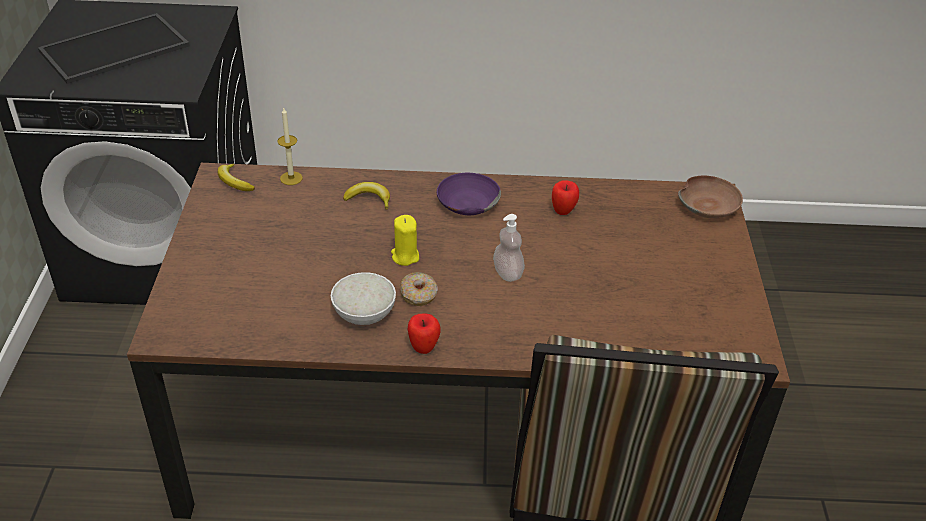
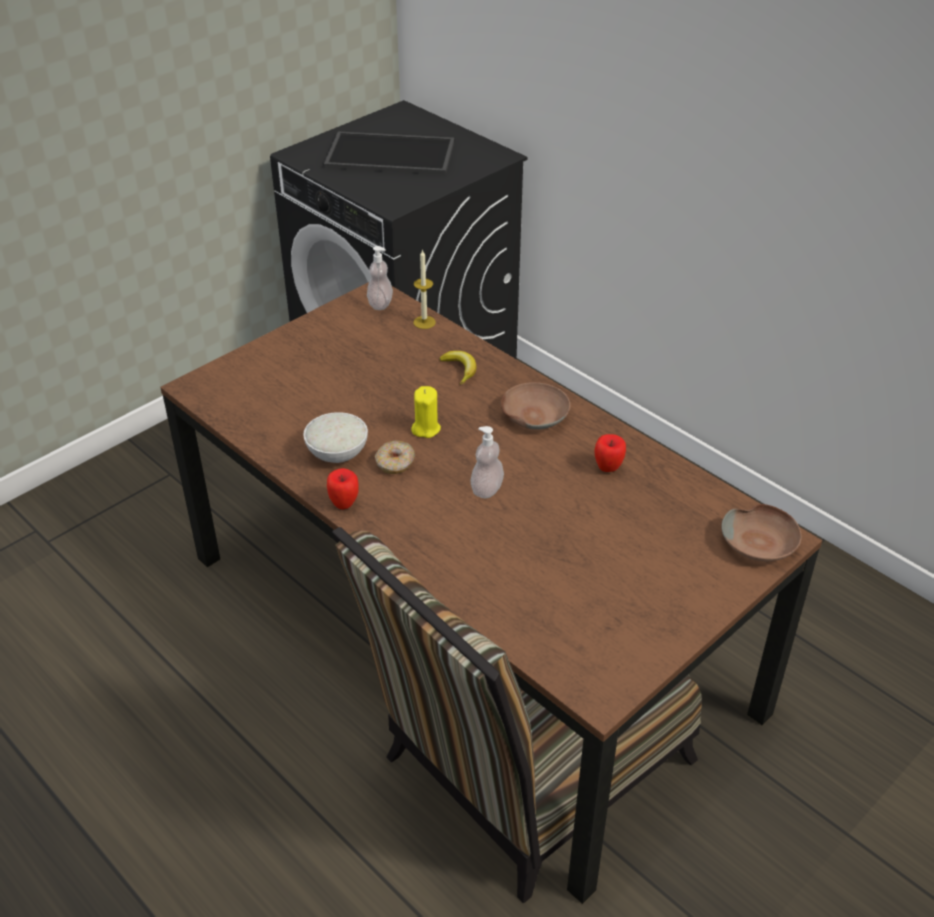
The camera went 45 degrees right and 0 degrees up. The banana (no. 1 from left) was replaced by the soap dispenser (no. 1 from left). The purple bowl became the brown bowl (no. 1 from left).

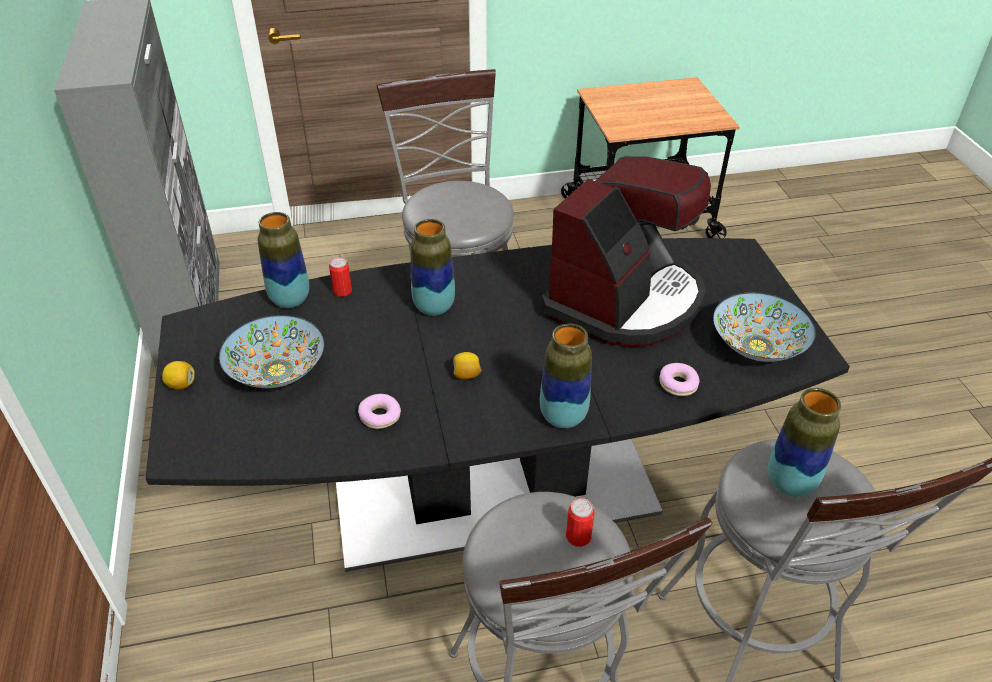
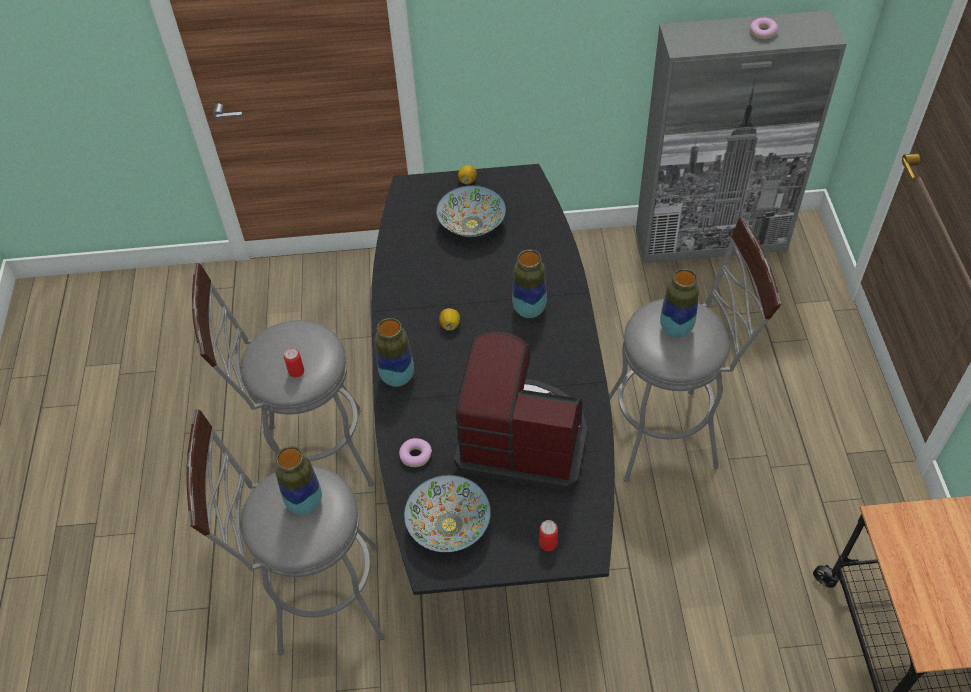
The camera went 100 degrees right and 10 degrees up. The vase (no. 1 from left in the first image) moved. The can (no. 1 from left in the first image) moved. The donut (no. 1 from left in the first image) moved. The coffee machine turned 150 degrees clockwise.

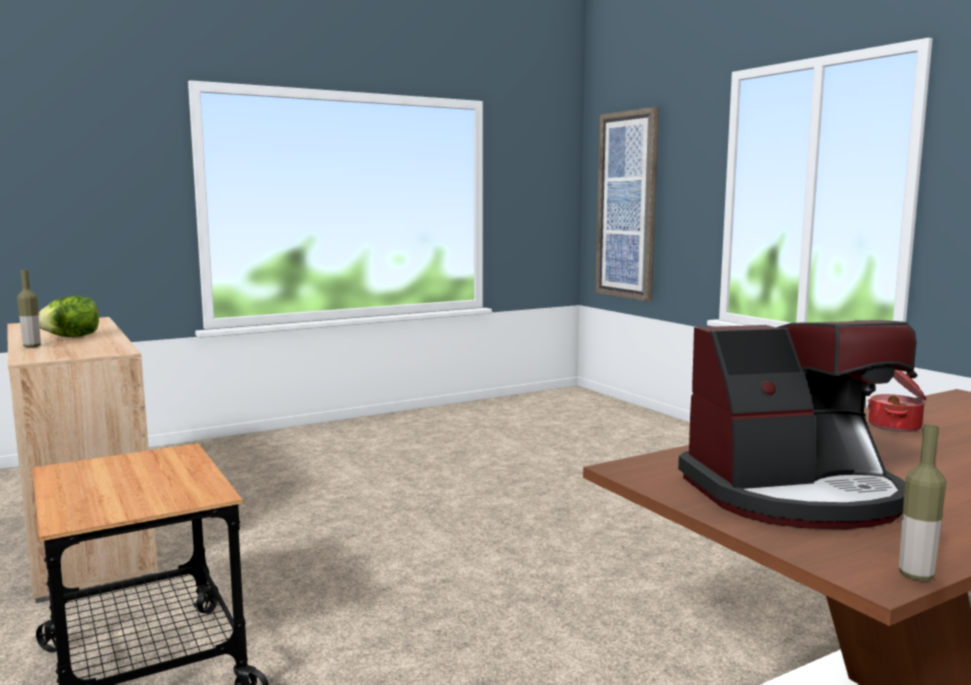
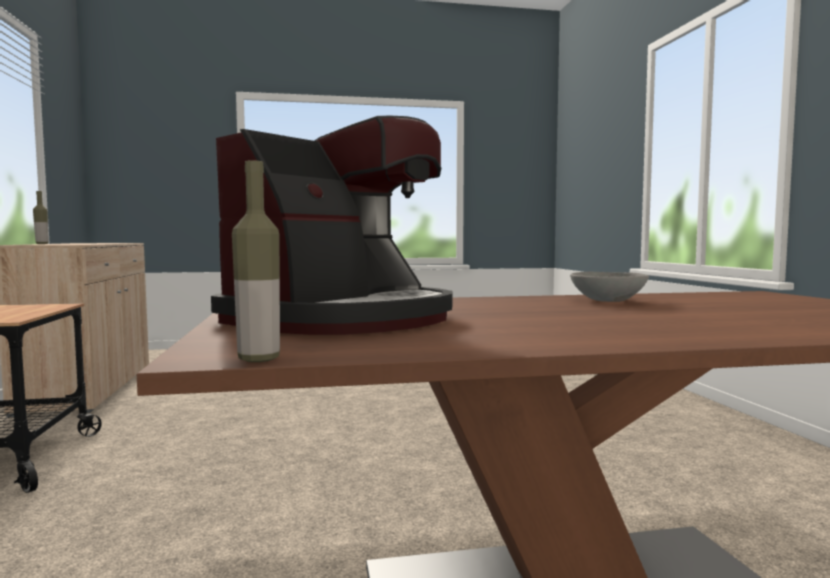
The camera went 20 degrees right and 5 degrees down. The lettuce disappeared. The picture disappeared. The cooking pot was replaced by the grey bowl. The coffee machine turned 60 degrees counterclockwise.

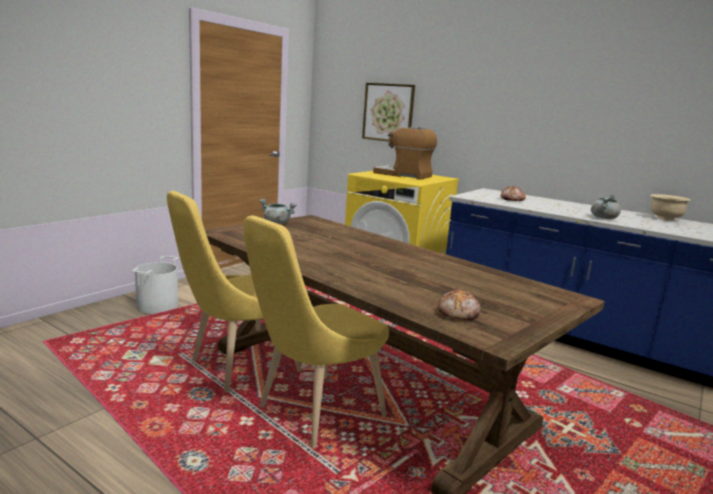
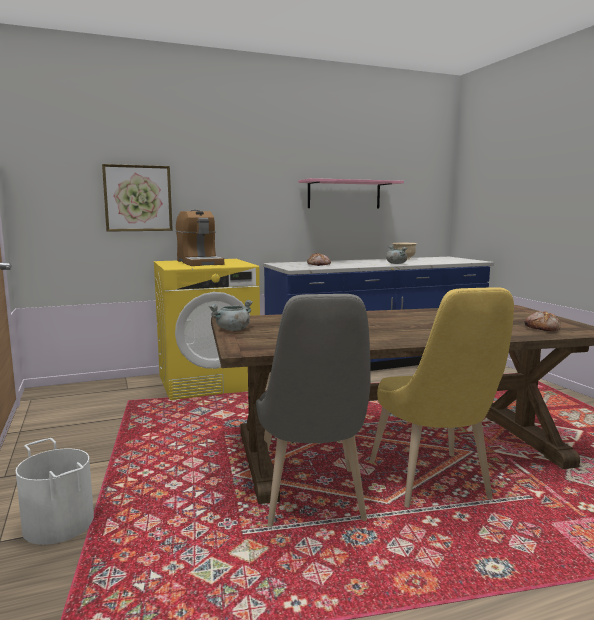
The camera went 55 degrees left and 5 degrees down. The pink shelf appeared. The yellow chair (no. 1 from left) became the grey chair. The coffee machine turned 90 degrees counterclockwise.

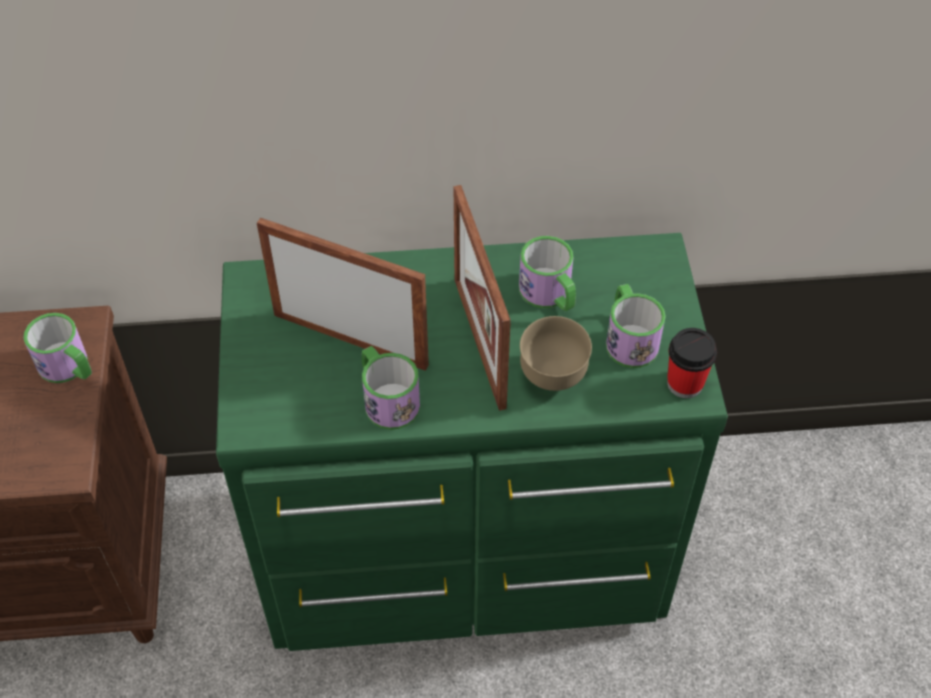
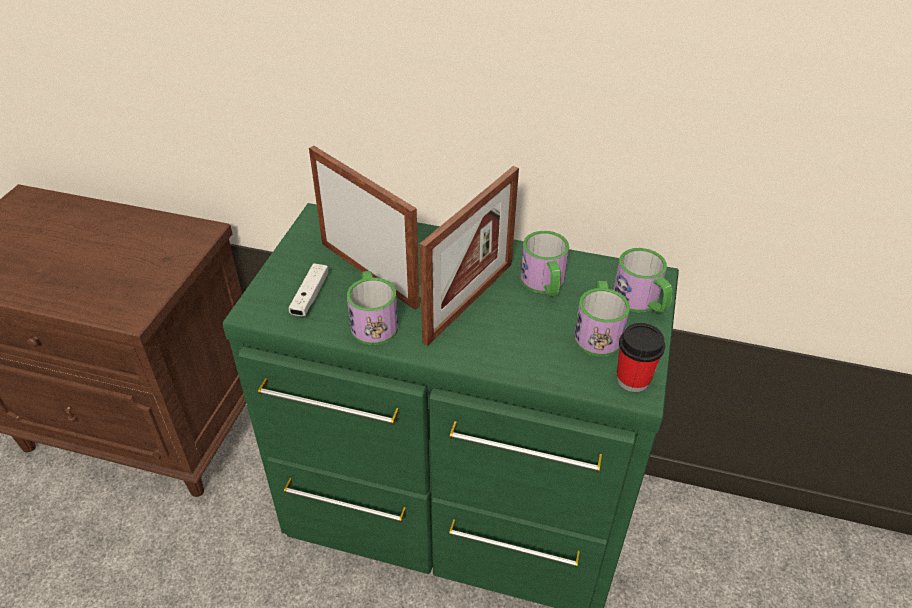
The camera went 20 degrees right and 10 degrees down. The brown bowl disappeared. The white game controller appeared. The mug (no. 1 from left in the first image) moved. The picture frame (no. 2 from left) turned 150 degrees counterclockwise.

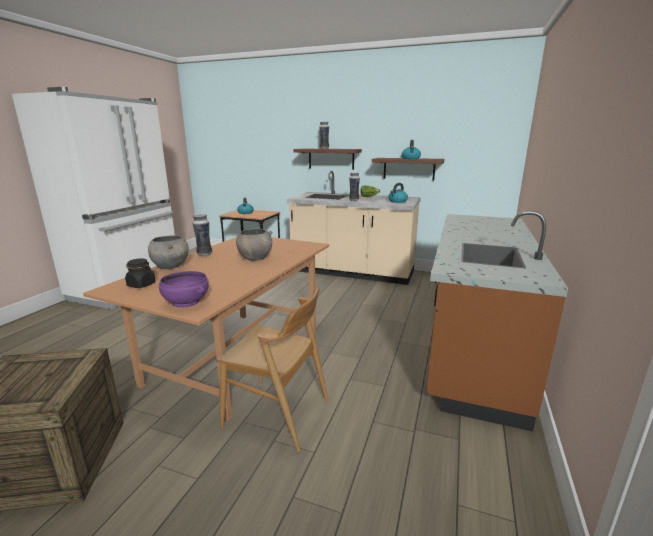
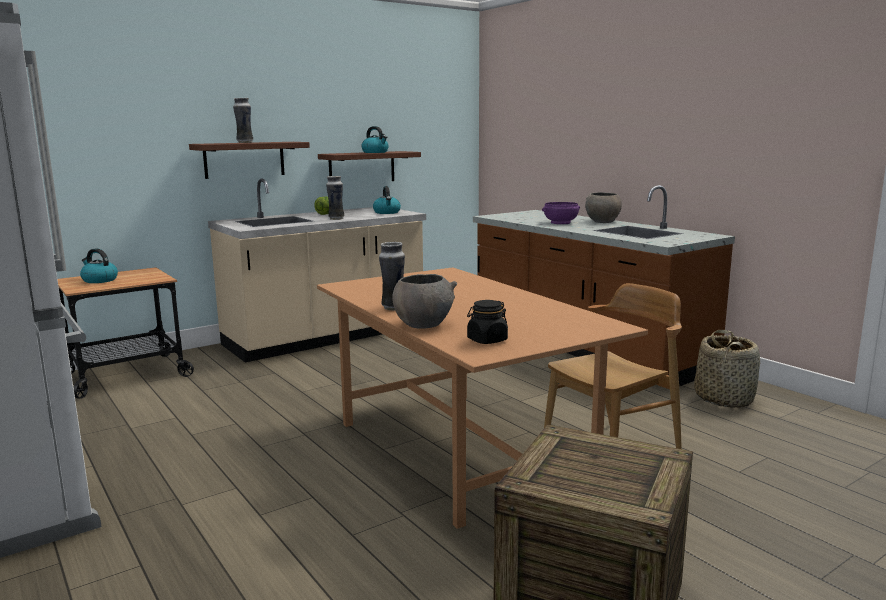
The camera went 55 degrees left and 5 degrees down. The basket appeared. The purple bowl moved. The grey bowl (no. 2 from left) moved.

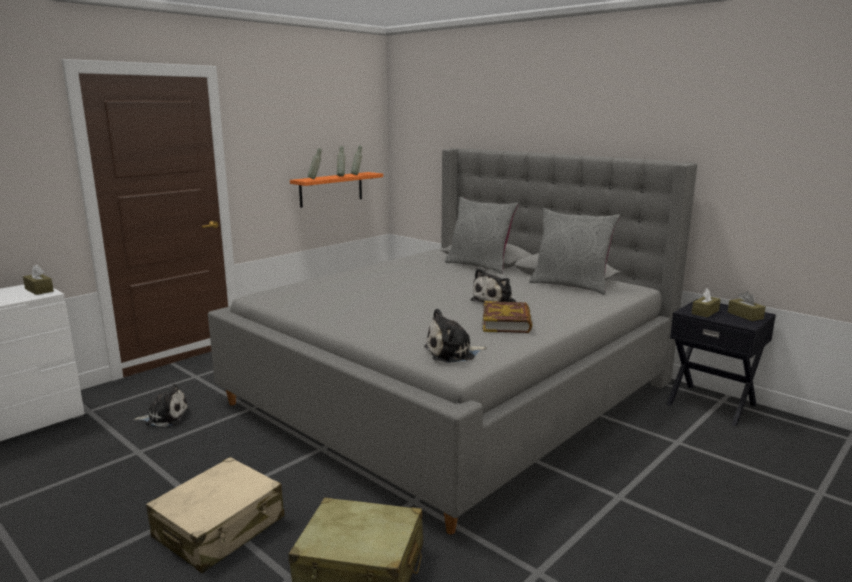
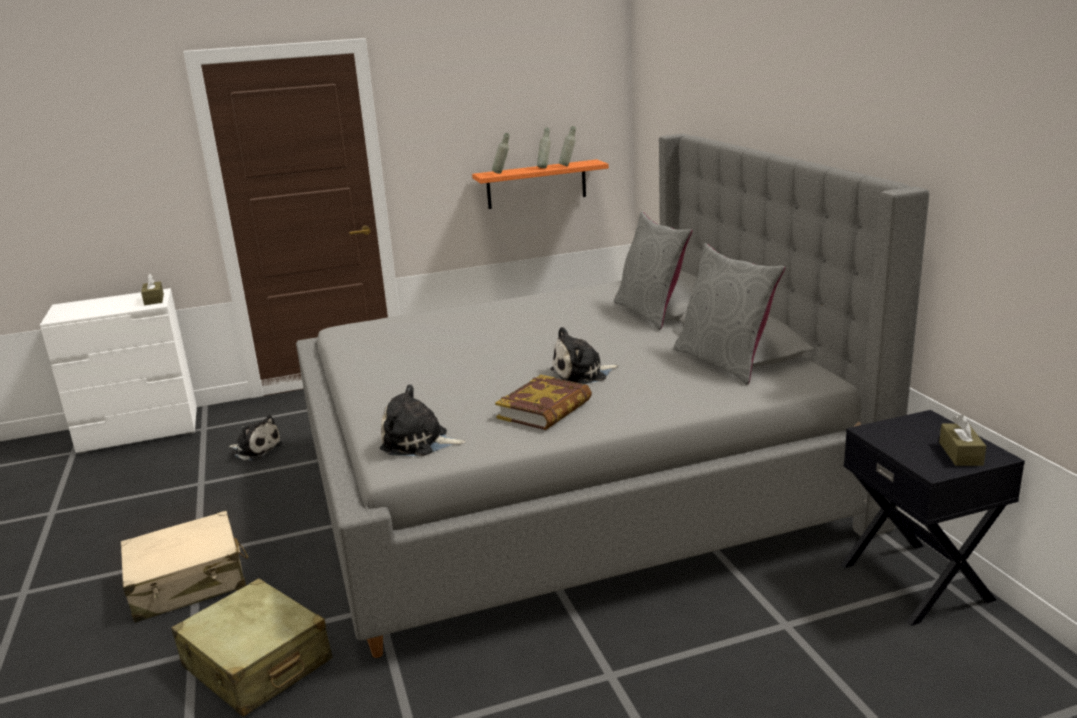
The camera went 30 degrees right and 5 degrees up. The brown tissue box (no. 2 from left) disappeared.

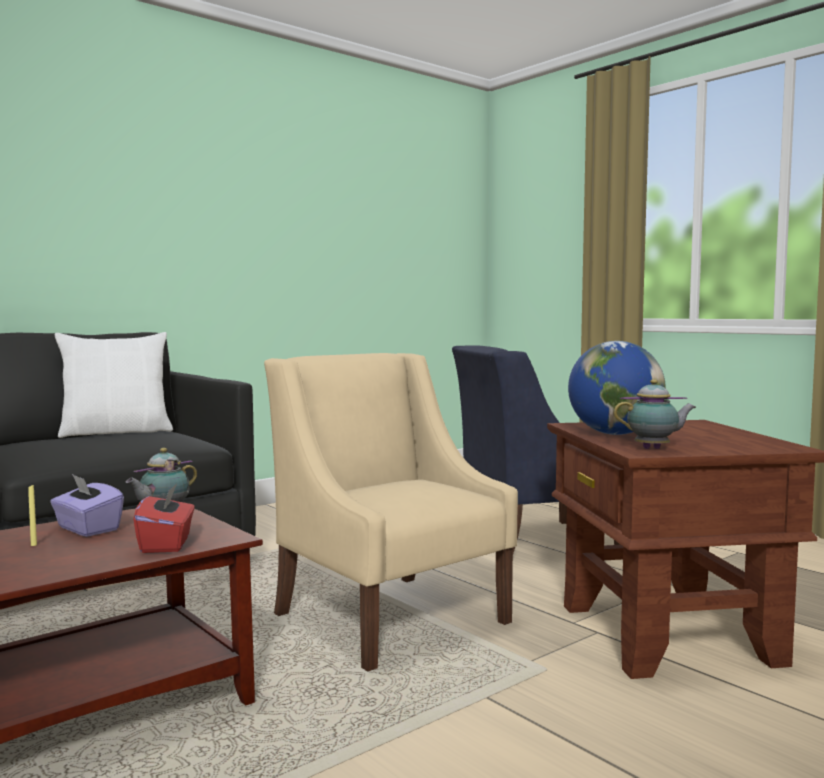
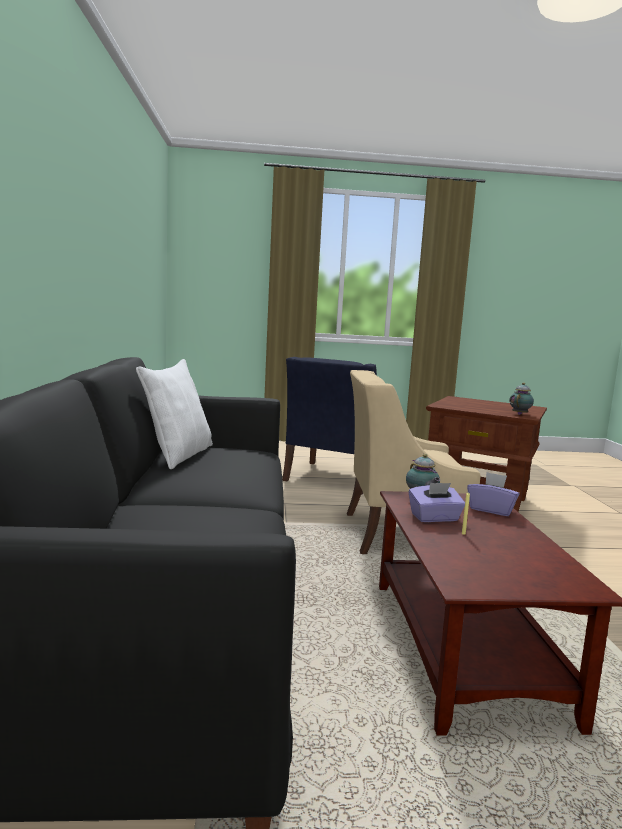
The camera went 55 degrees left and 5 degrees up. The globe disappeared. The red tissue box became the purple tissue box (no. 2 from left).

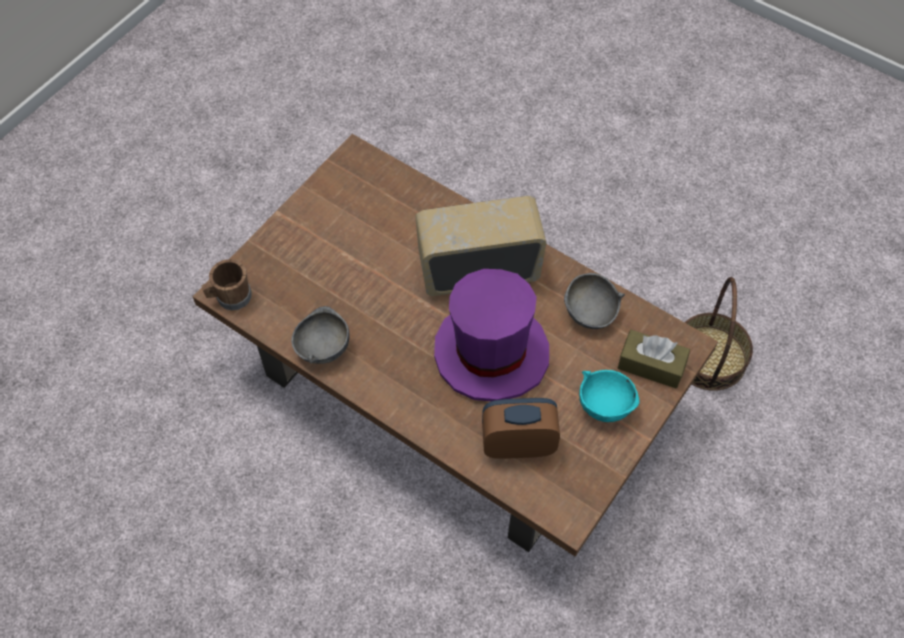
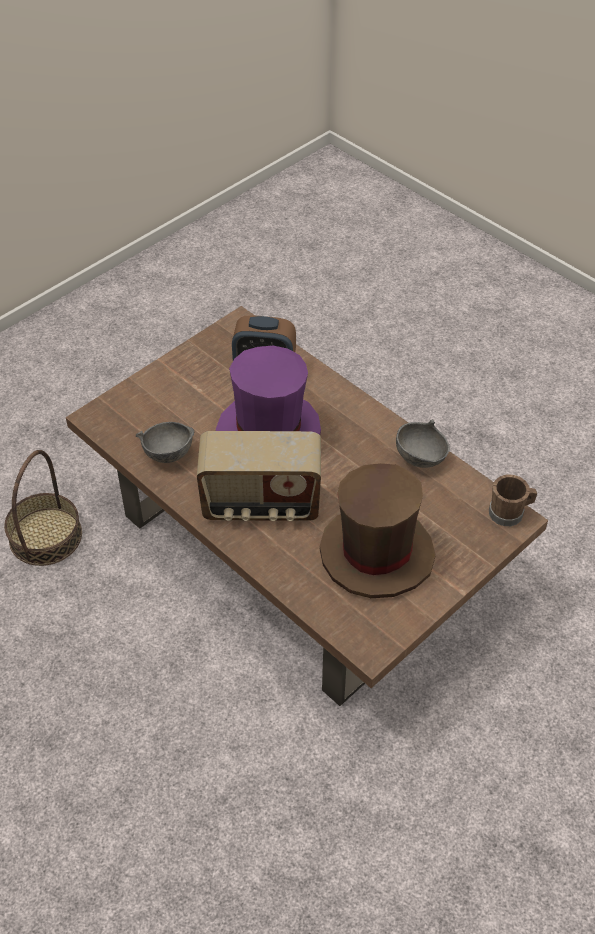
The camera went 170 degrees left and 10 degrees down. The turquoise bowl disappeared. The brown tissue box disappeared. The brown hat appeared.

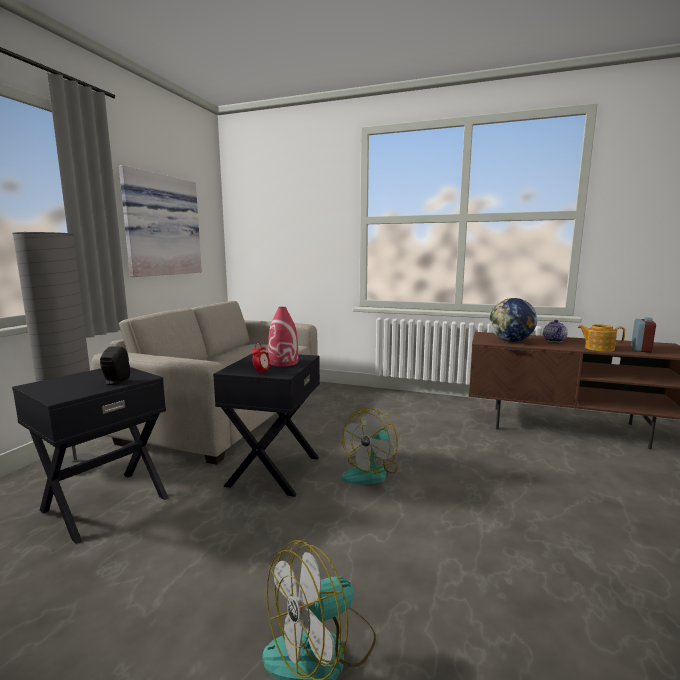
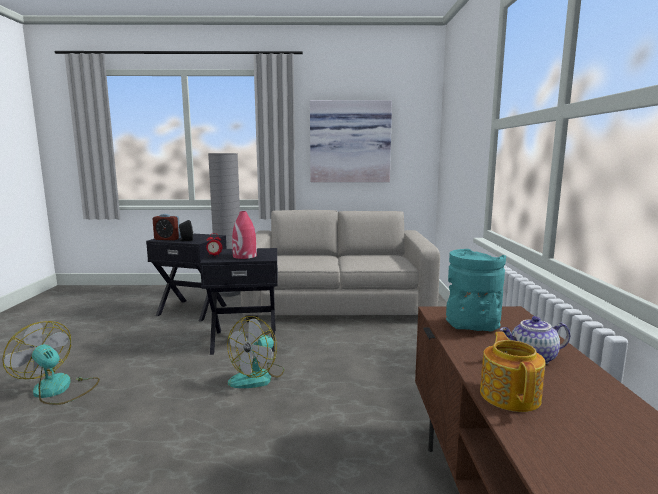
The camera went 70 degrees right and 0 degrees up. The alarm clock (no. 2 from left in the first image) moved. The globe was replaced by the turquoise vase. The fan (no. 2 from left) turned 75 degrees counterclockwise.

